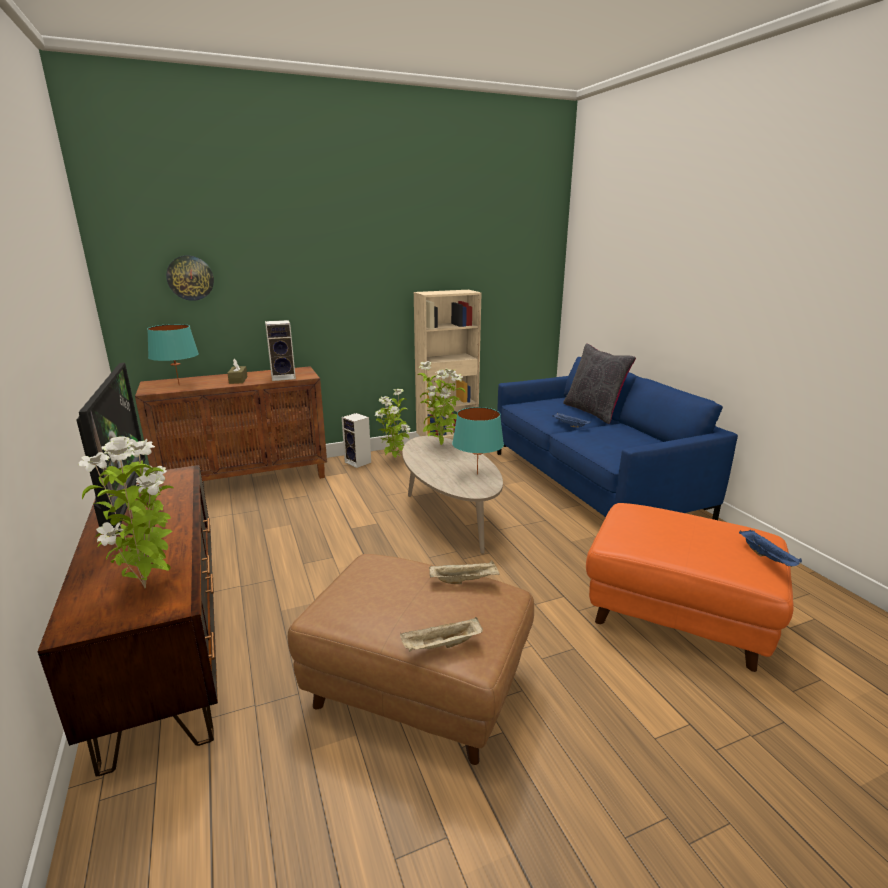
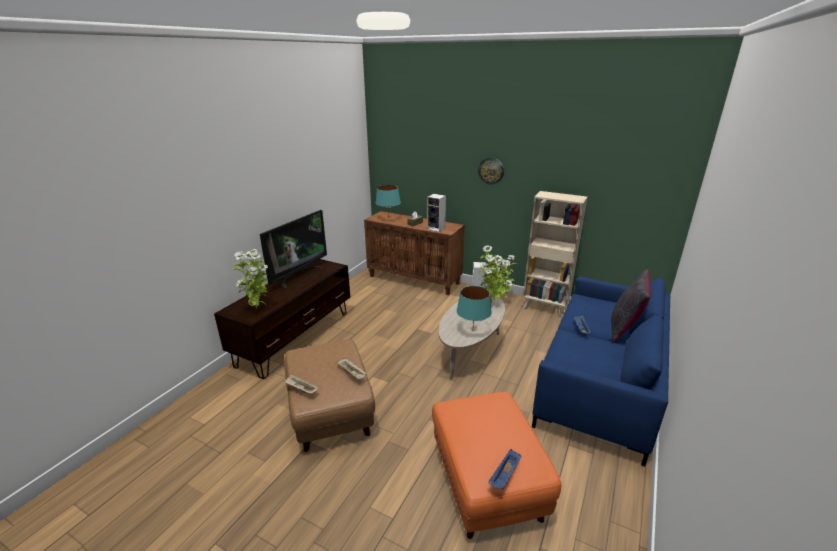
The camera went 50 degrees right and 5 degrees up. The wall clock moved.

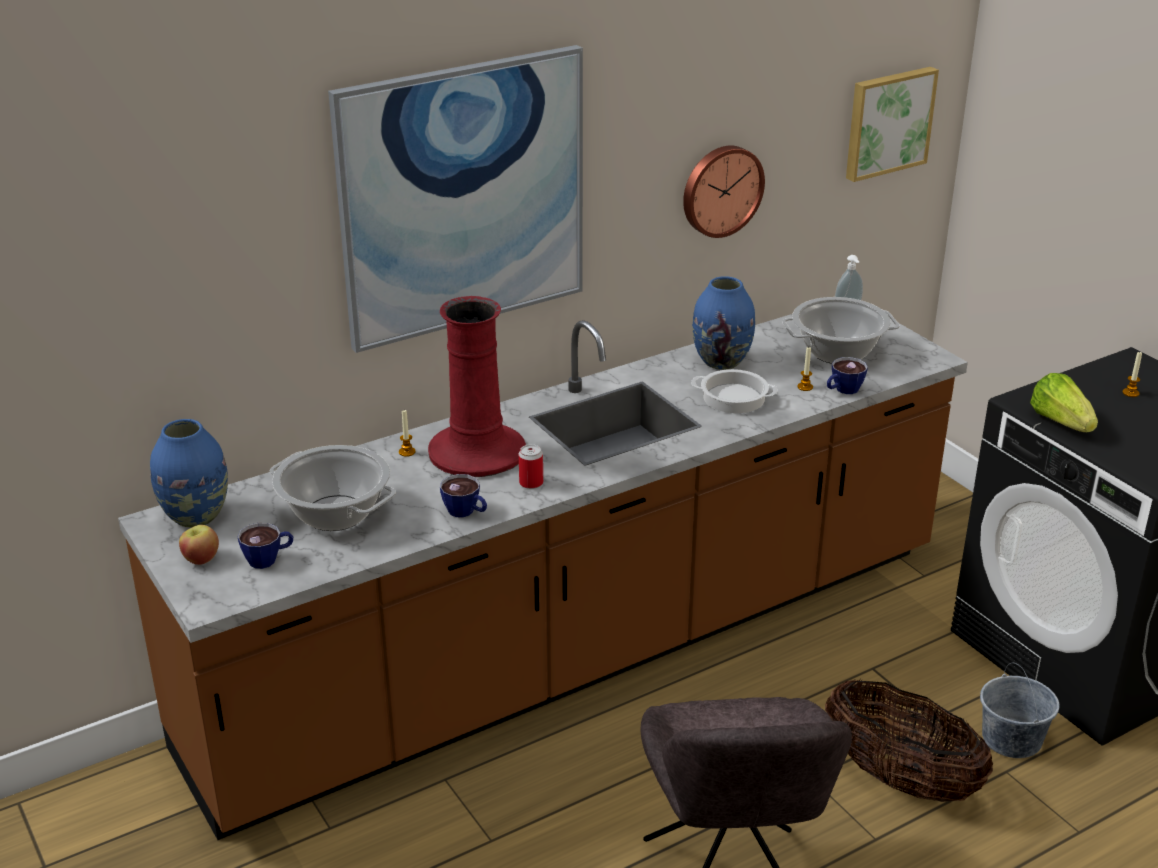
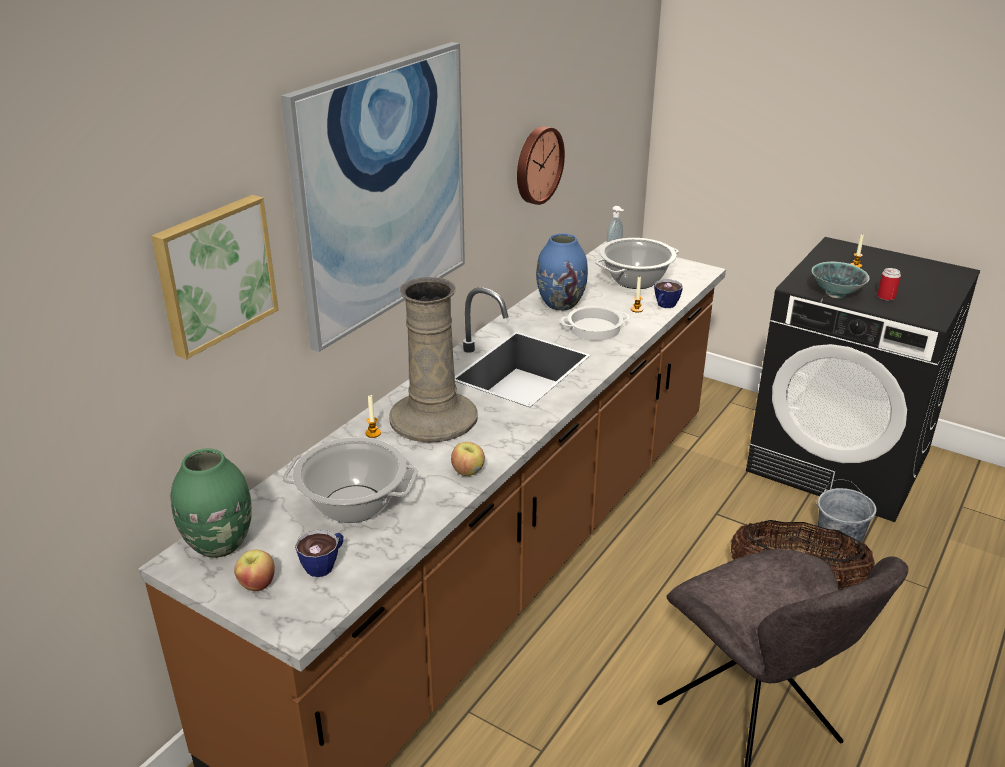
The camera went 25 degrees left and 0 degrees up. The can moved. The picture (no. 2 from left in the first image) moved. The cup (no. 2 from left) was replaced by the apple (no. 2 from left). The lettuce was replaced by the bowl. The blue vase (no. 1 from left) became the green vase. The red vase became the beige vase.

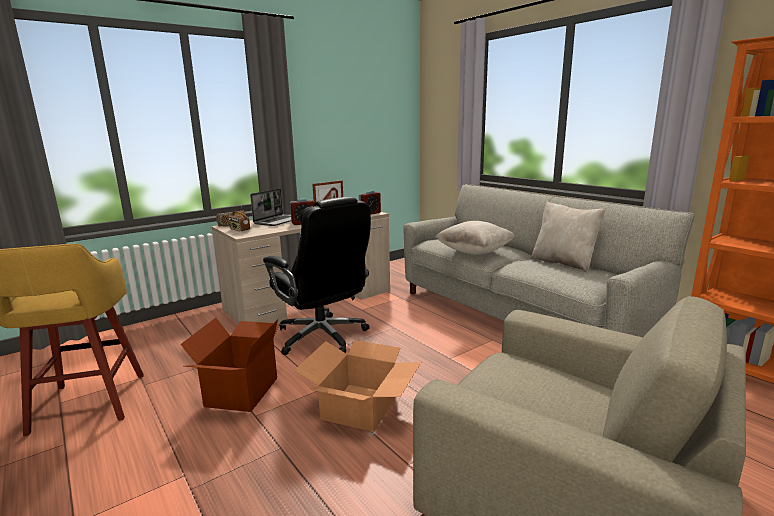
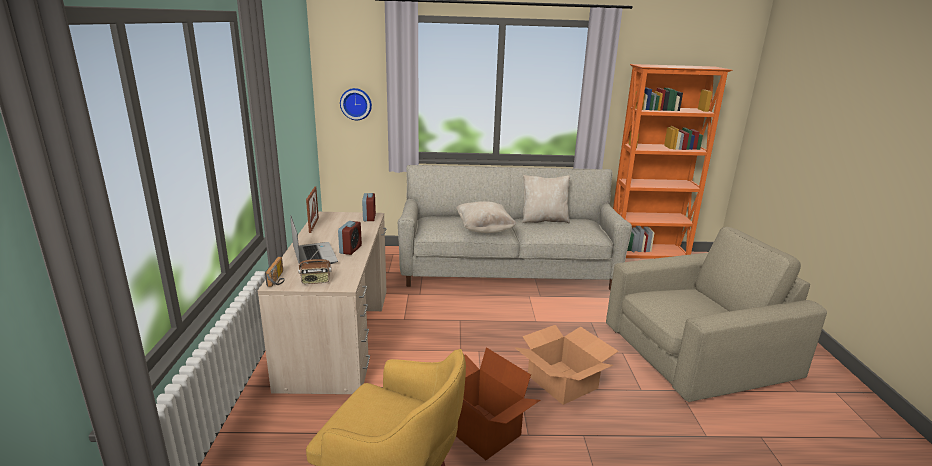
The camera went 55 degrees left and 5 degrees up. The black office chair disappeared. The wall clock appeared.

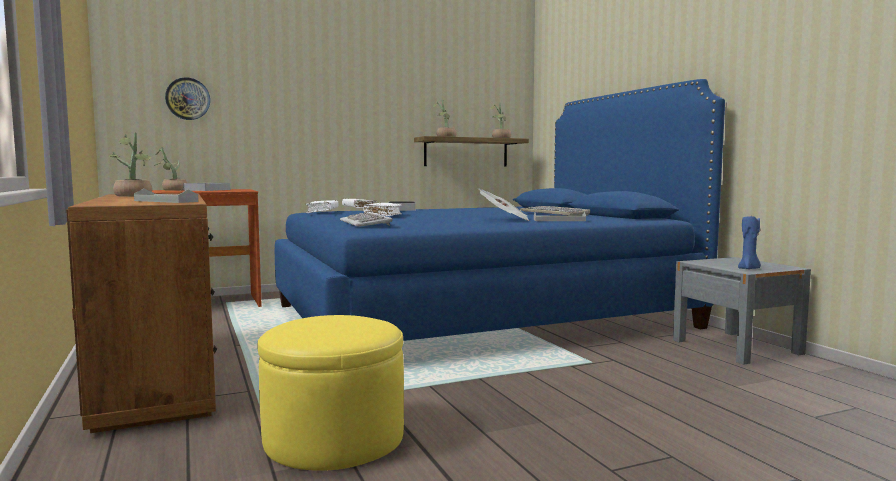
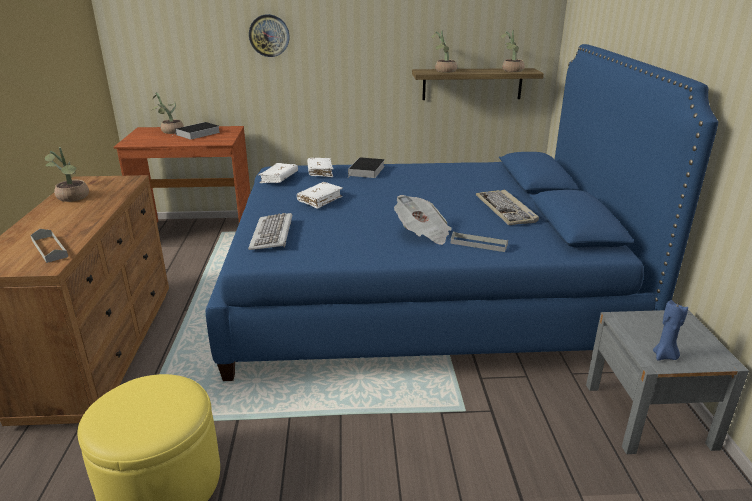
The camera went 20 degrees right and 20 degrees up. The wall clock moved.

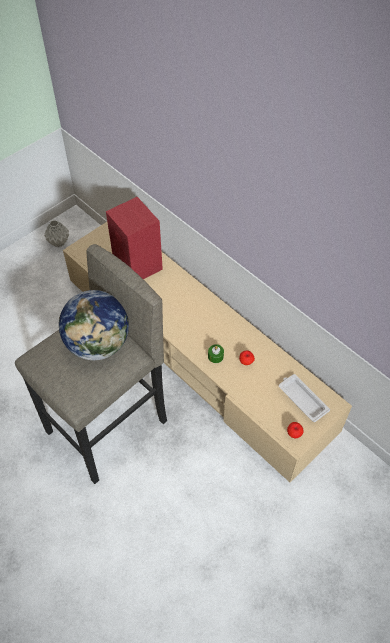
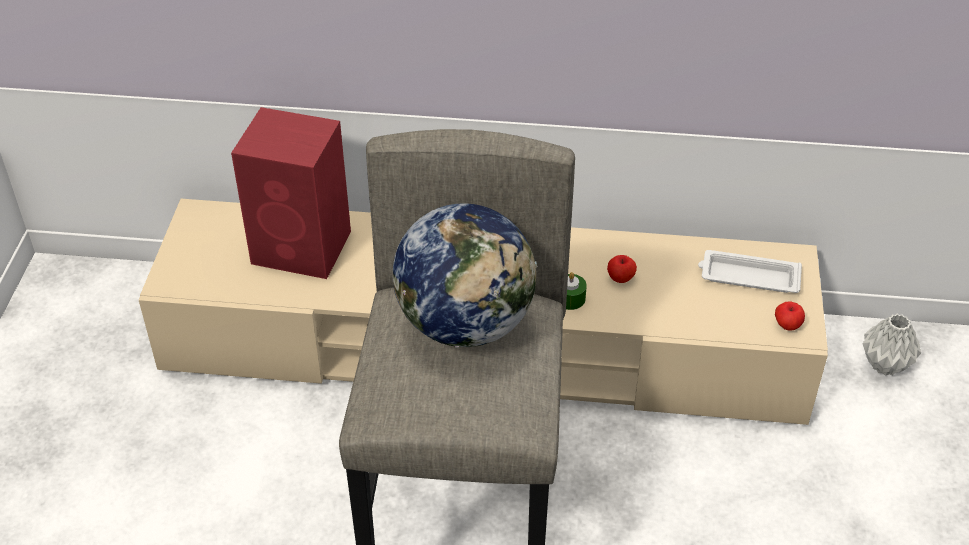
The camera went 40 degrees left and 10 degrees down. The grey vase moved.

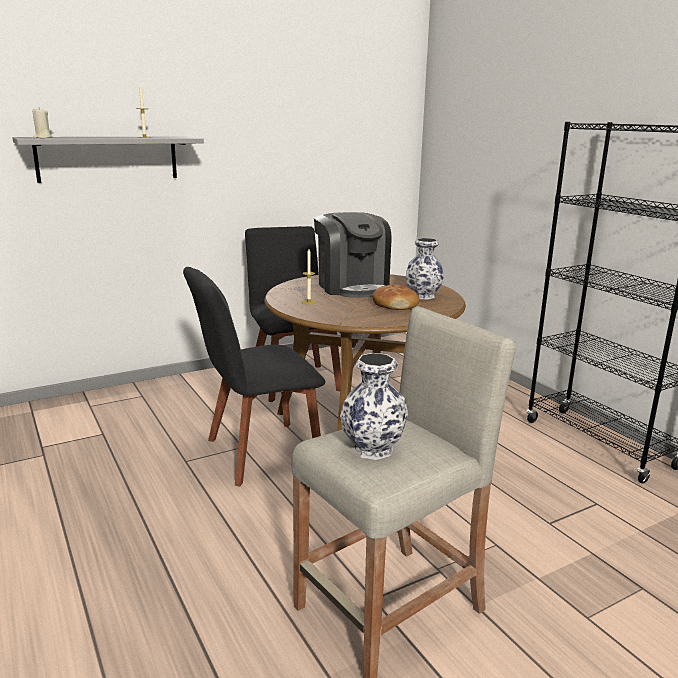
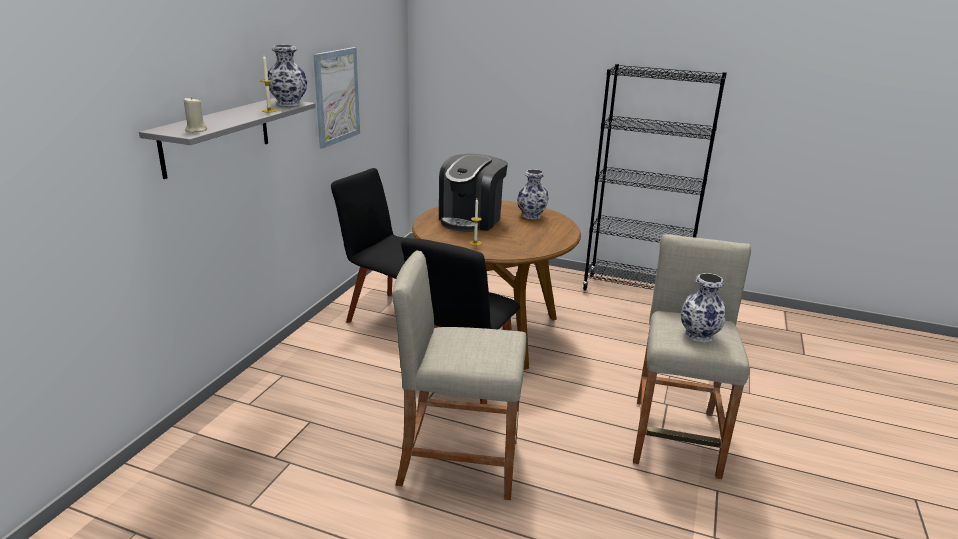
The camera went 40 degrees left and 5 degrees up. The bread disappeared. The vase (no. 1 from left) appeared. The picture appeared. The beige stool (no. 1 from left) appeared. The coffee machine turned 90 degrees clockwise.

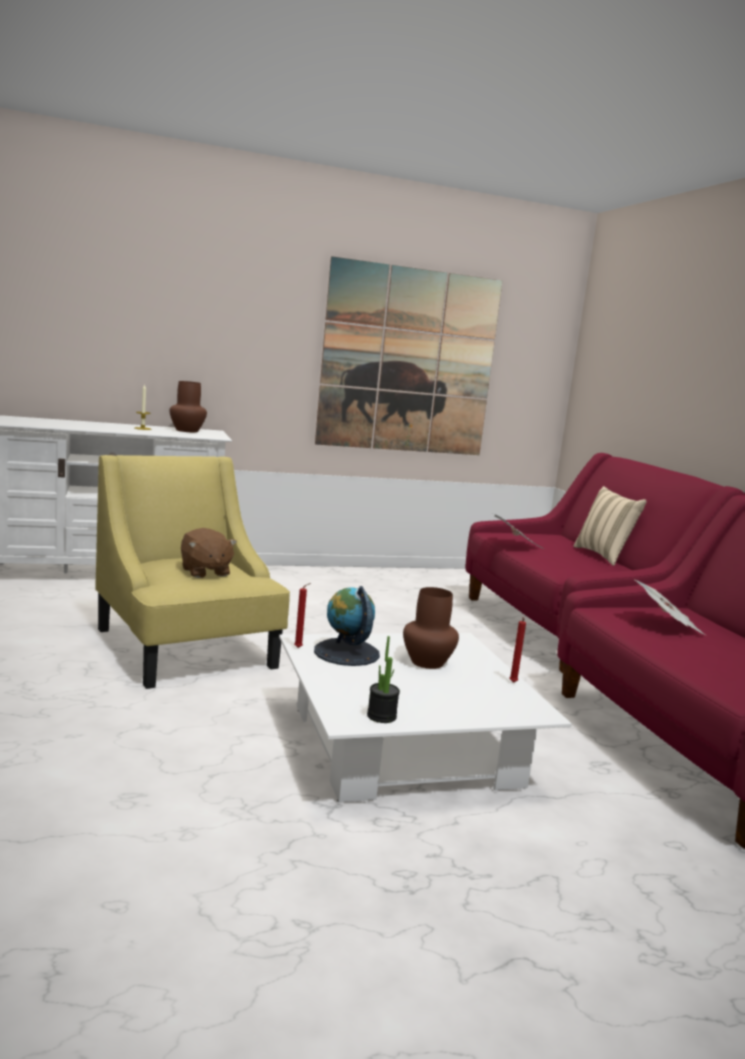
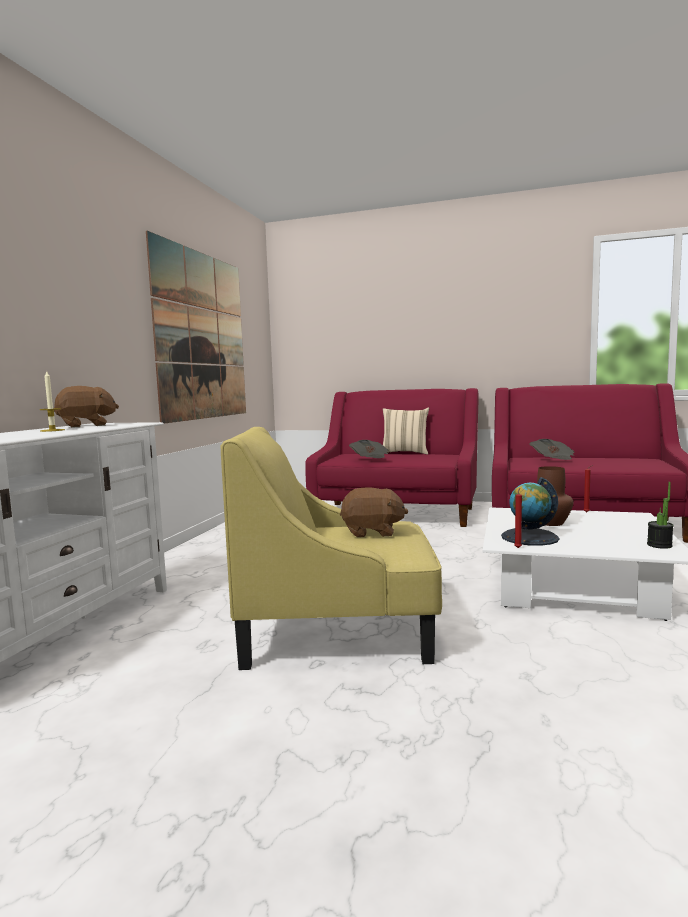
The camera went 55 degrees left and 5 degrees down. The brown vase (no. 1 from left) was replaced by the brown plush toy (no. 1 from left).

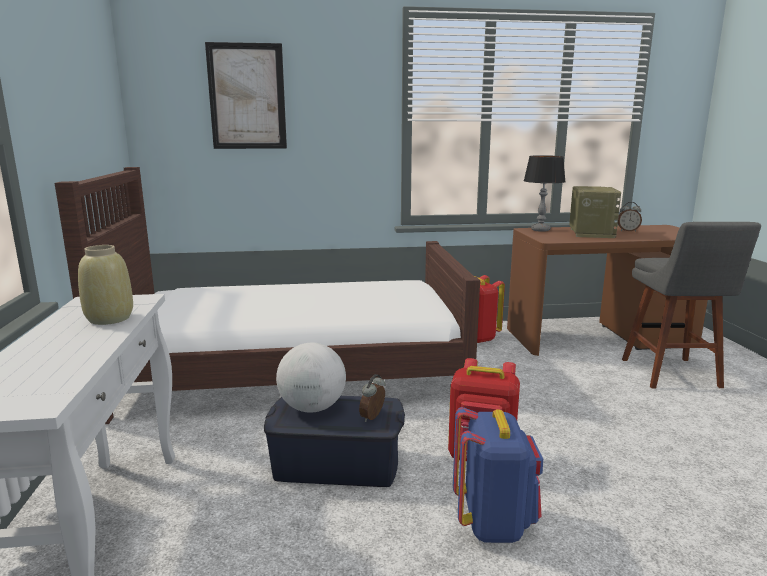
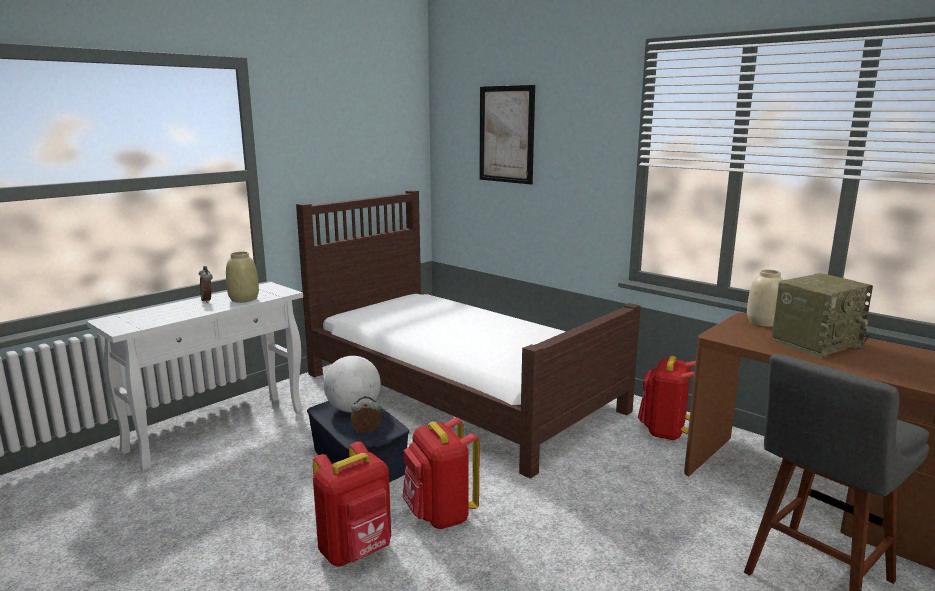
The camera went 50 degrees right and 0 degrees up. The alarm clock (no. 2 from left in the first image) moved. The table lamp was replaced by the beige vase (no. 2 from left). The blue backpack became the red backpack (no. 1 from left).

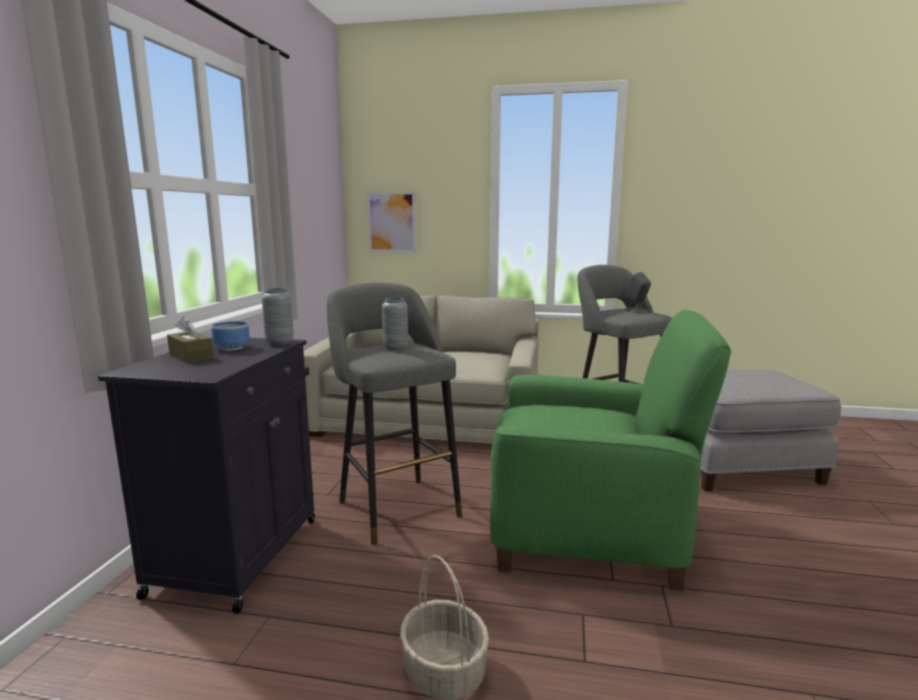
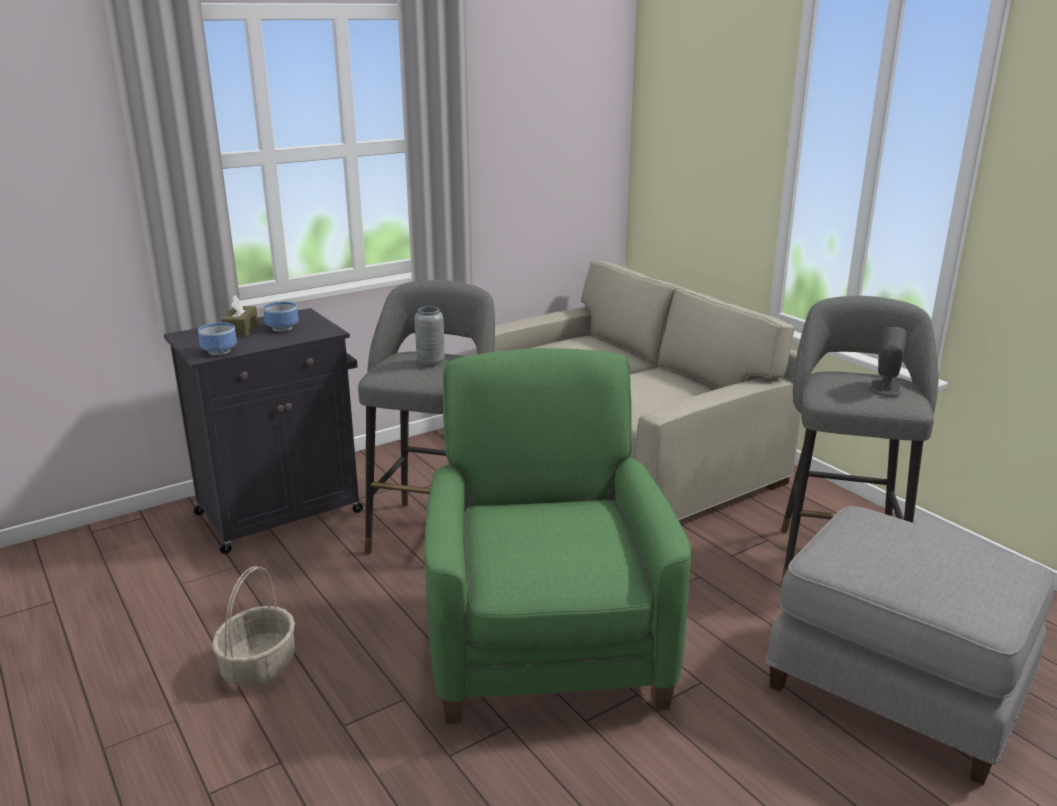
The camera went 45 degrees right and 10 degrees up. The grey vase (no. 1 from left) disappeared. The picture disappeared. The bowl (no. 1 from left) appeared. The green armchair turned 150 degrees counterclockwise.

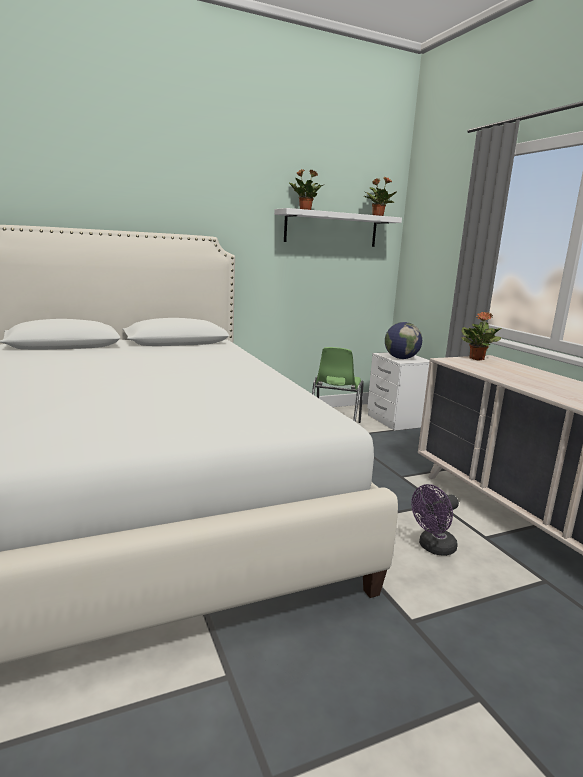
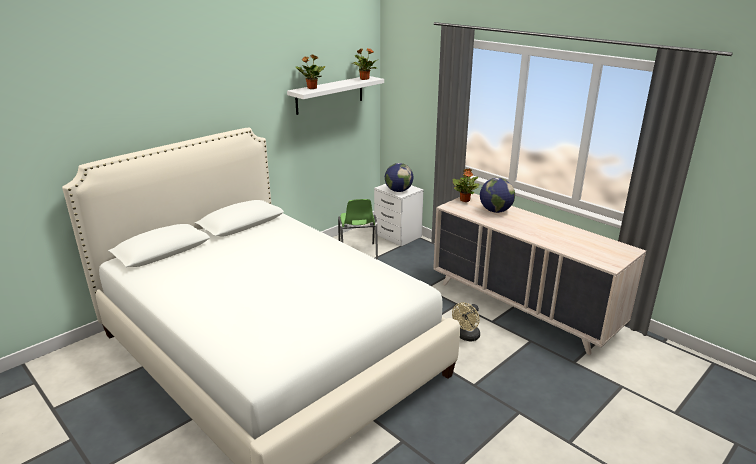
The camera went 20 degrees left and 10 degrees up. The globe (no. 2 from left) appeared. The purple fan became the beige fan.

